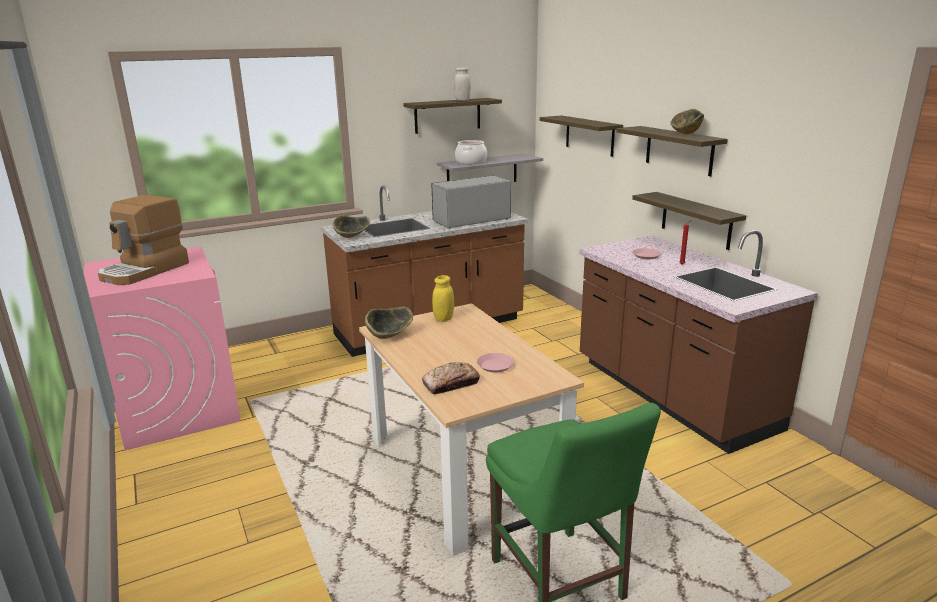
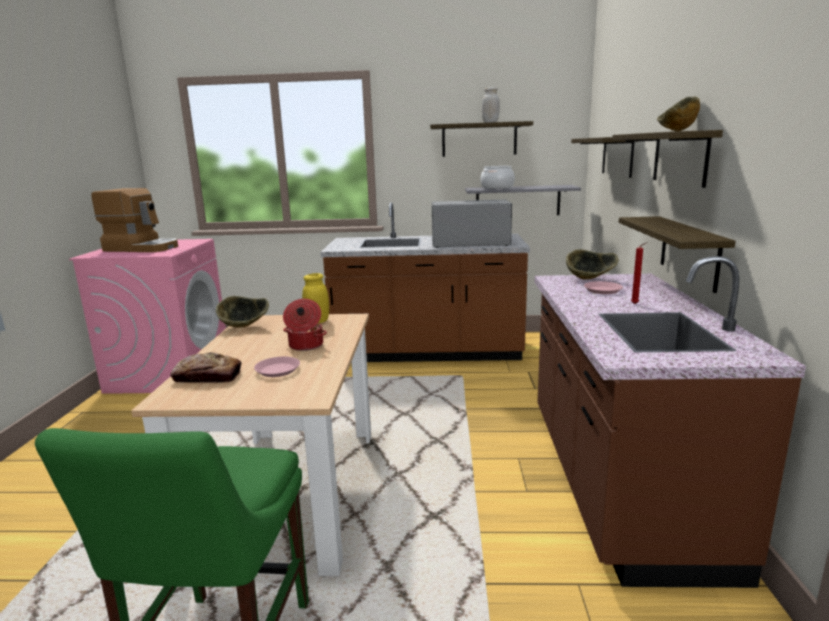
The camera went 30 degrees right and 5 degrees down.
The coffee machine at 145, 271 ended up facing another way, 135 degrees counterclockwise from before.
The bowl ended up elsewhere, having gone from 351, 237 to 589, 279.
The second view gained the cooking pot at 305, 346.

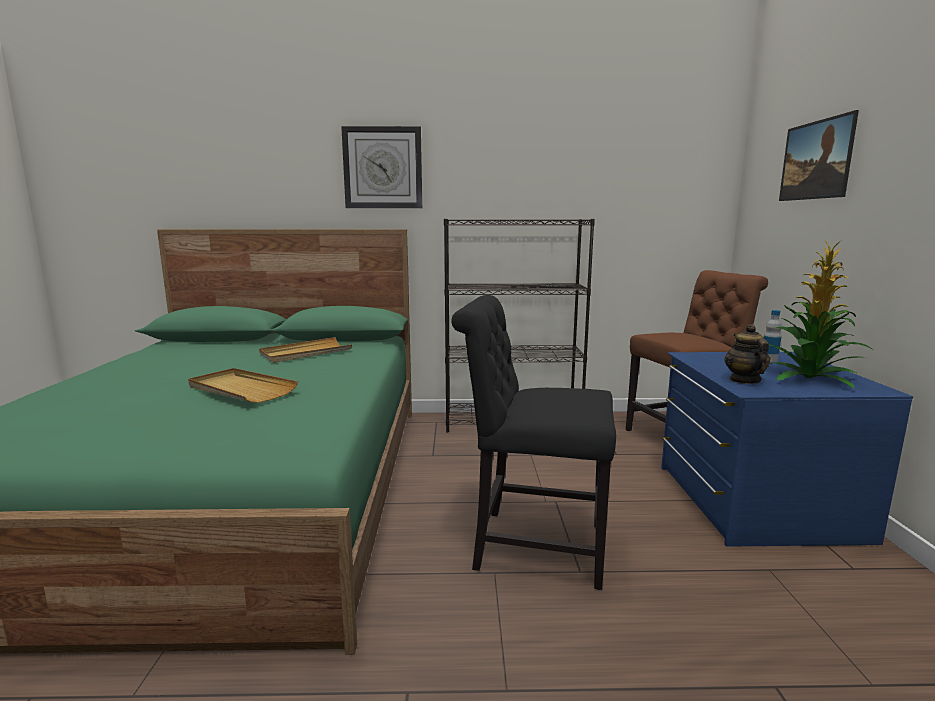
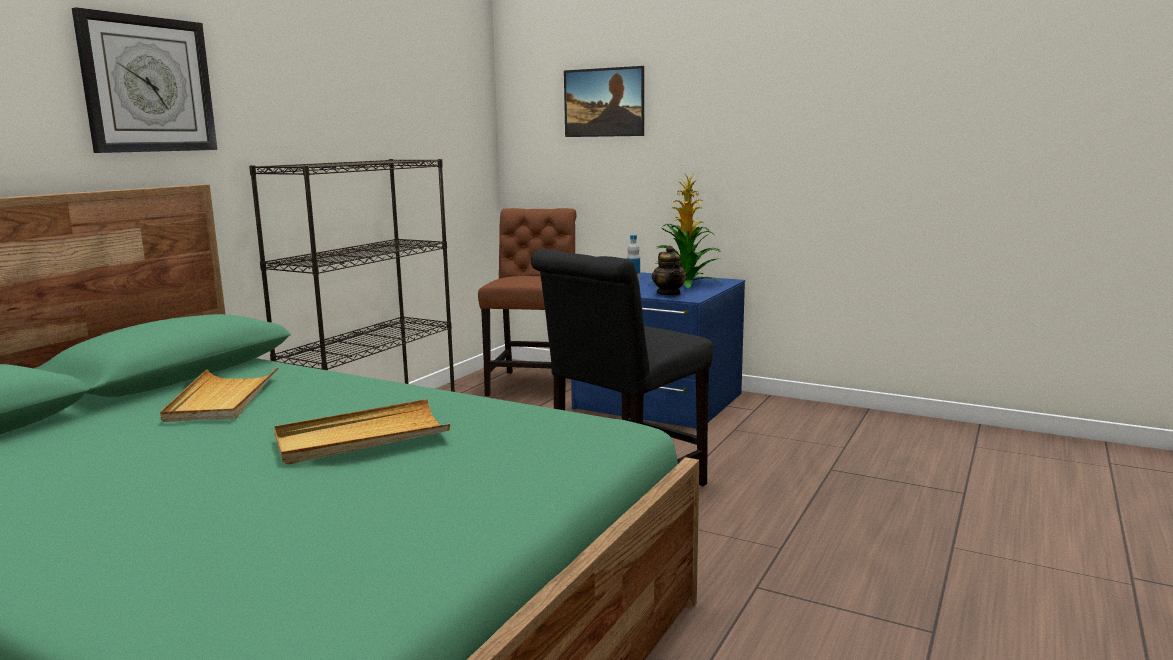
The camera went 60 degrees left and 0 degrees up.
The teapot at 744, 380 ended up facing another way, 135 degrees counterclockwise from before.

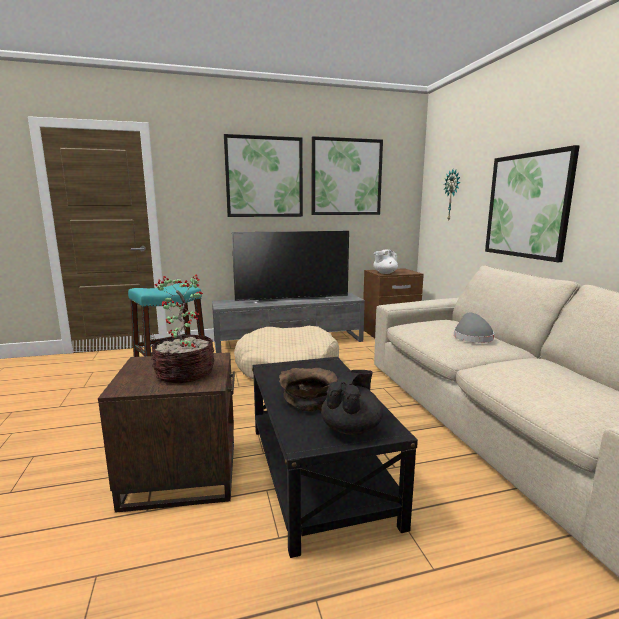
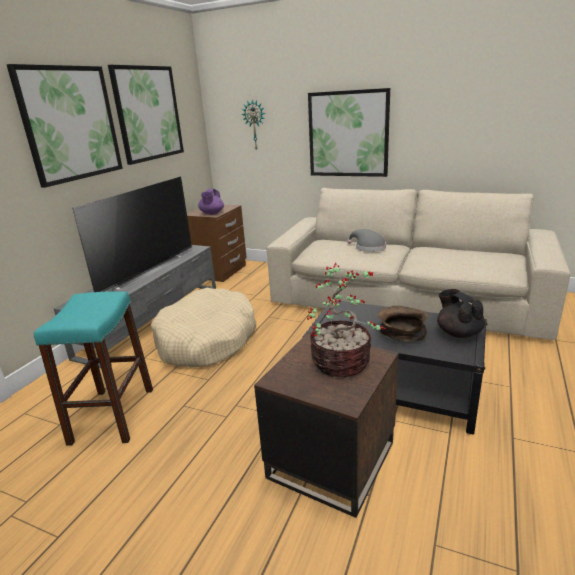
The camera went 50 degrees left and 10 degrees up.
What was the white teapot at 384, 273 turned into the purple teapot at 212, 213.

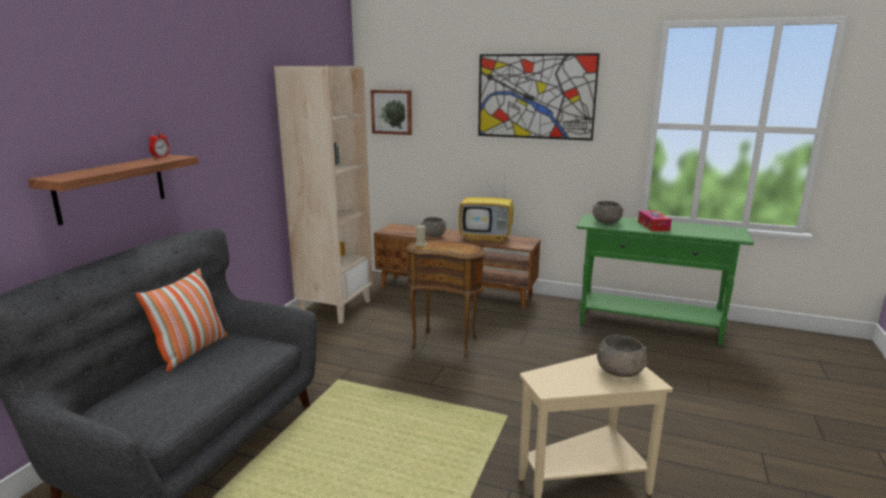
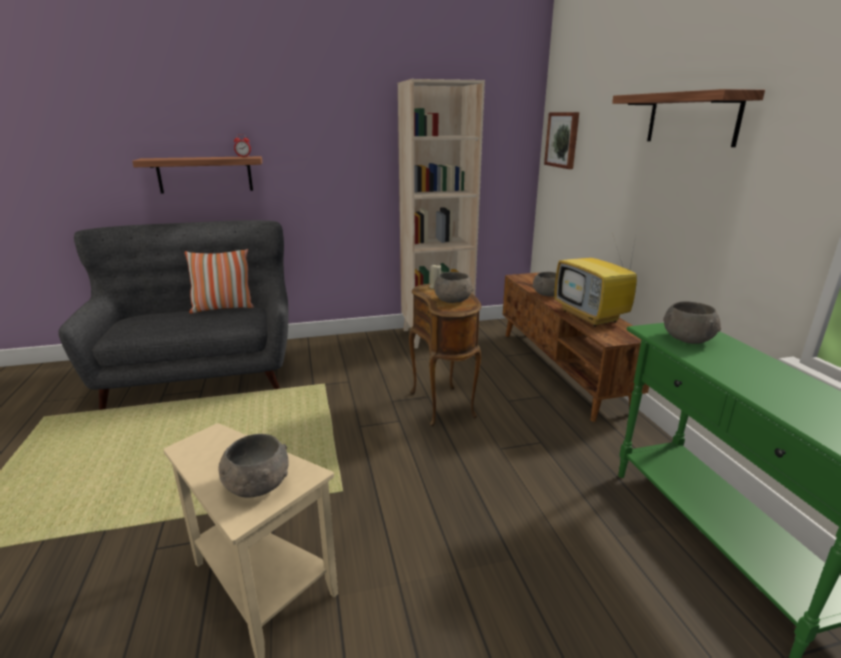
The camera went 55 degrees right and 5 degrees up.
Where the picture hung at 535, 96, the shelf came to hang at 692, 119.
The second view lost the tissue box at 653, 226.
The second view gained the grey bowl at 453, 300.

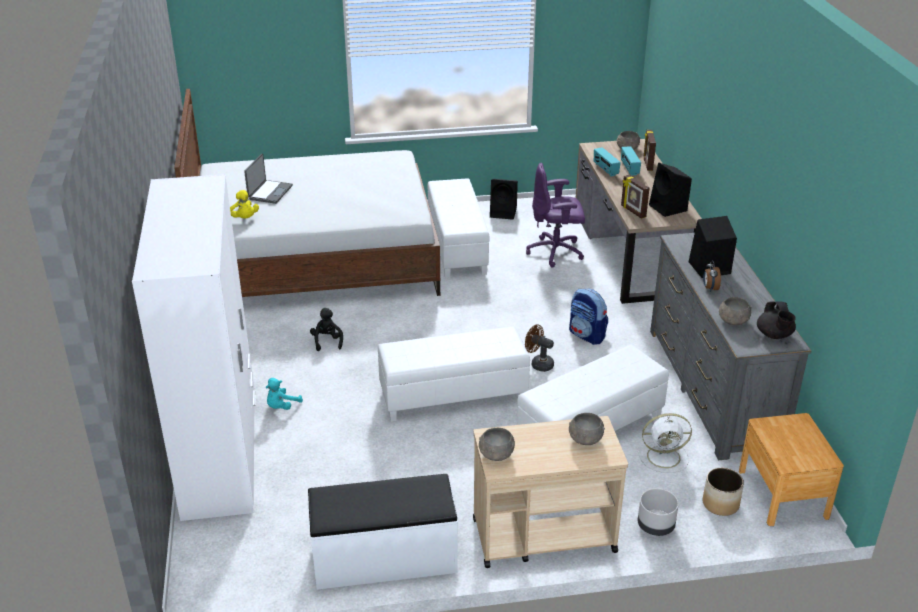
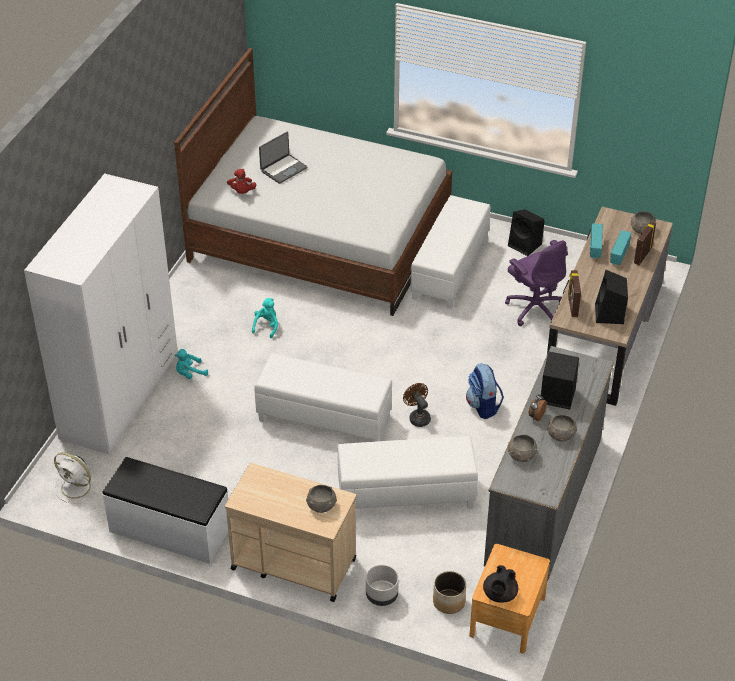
The camera went 30 degrees right and 10 degrees up.
The purple office chair at 556, 252 ended up facing another way, 150 degrees counterclockwise from before.
What was the yellow plush toy at 243, 219 turned into the red plush toy at 242, 192.
The black teapot ended up elsewhere, having gone from 774, 335 to 499, 595.
What was the black plush toy at 327, 341 turned into the turquoise plush toy at 267, 326.
The white fan ended up elsewhere, having gone from 665, 457 to 77, 488.
The grey bowl ended up elsewhere, having gone from 496, 454 to 560, 435.

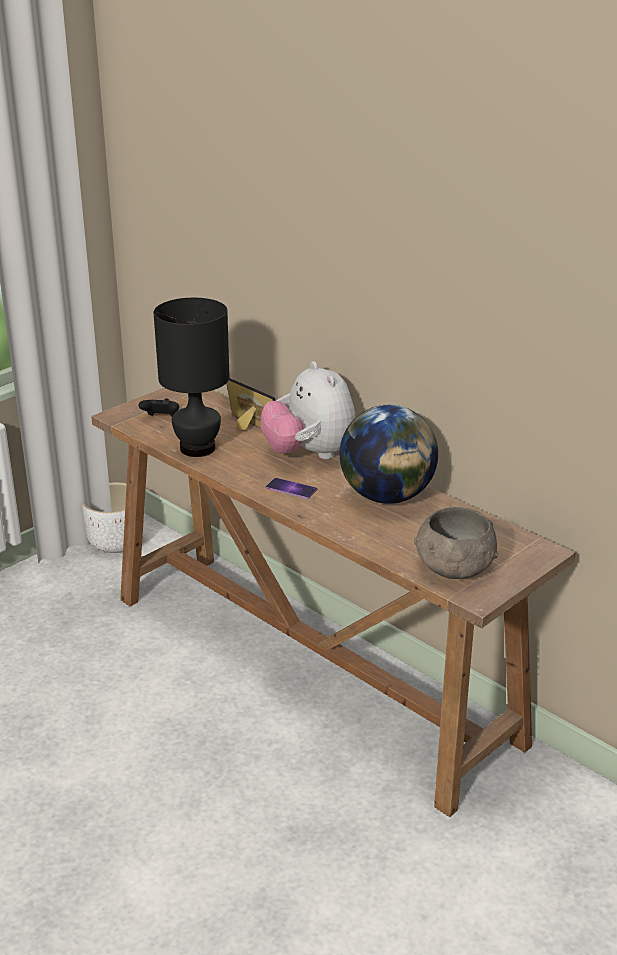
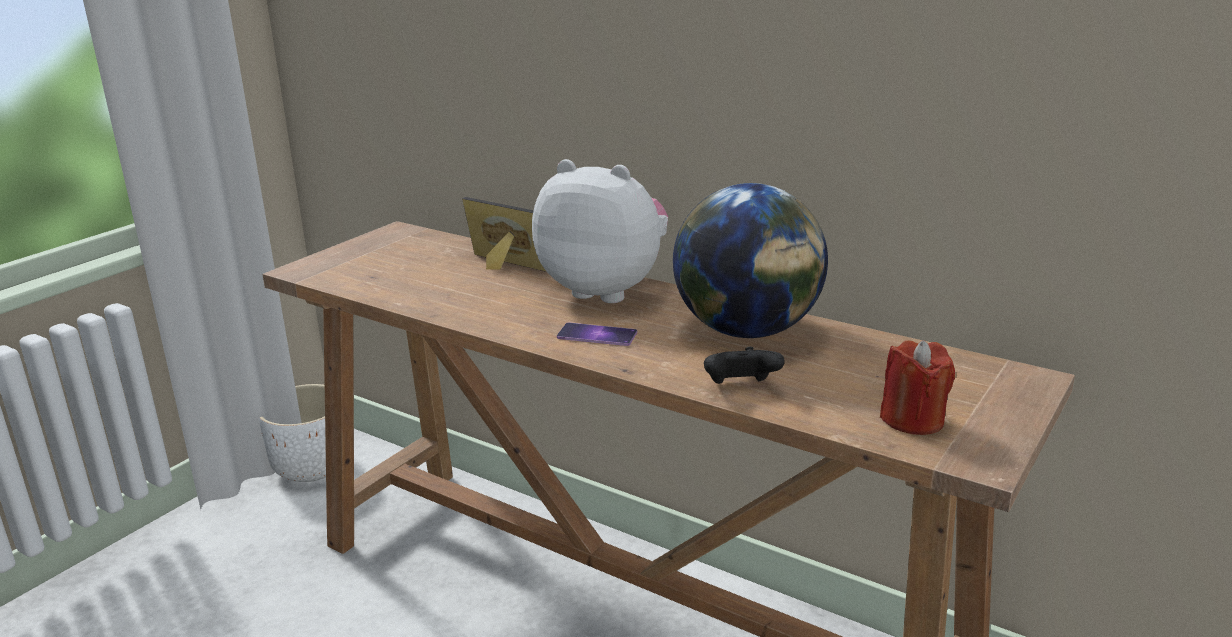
The camera went 10 degrees left and 5 degrees down.
The second view lost the black table lamp at 197, 449.
The plush toy at 309, 454 ended up facing another way, 150 degrees clockwise from before.
The black game controller ended up elsewhere, having gone from 161, 418 to 740, 387.
Where the grey bowl stood at 454, 569, the red candle came to stand at 912, 420.

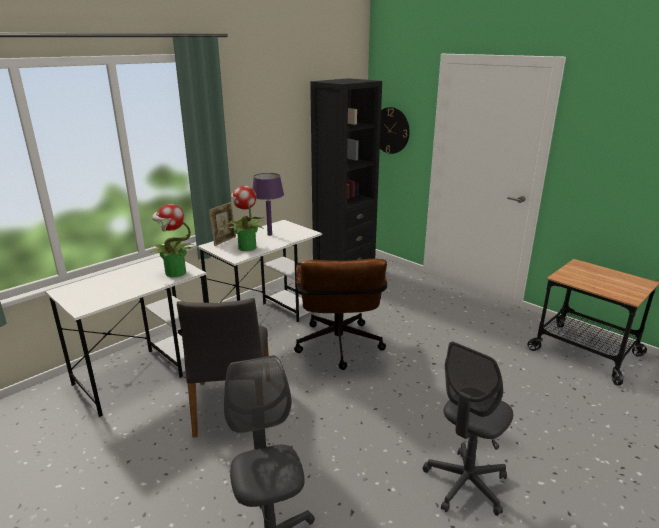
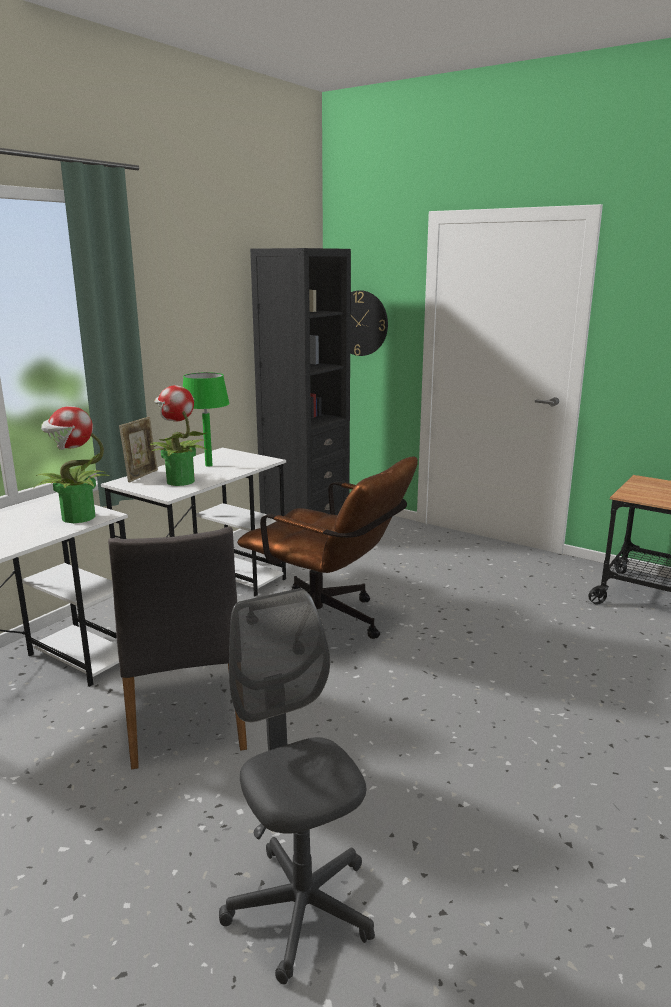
The camera went 10 degrees left and 5 degrees down.
What was the purple table lamp at 269, 234 turned into the green table lamp at 208, 465.
The brown office chair at 339, 349 ended up facing another way, 45 degrees counterclockwise from before.
The second view lost the grey office chair at 465, 484.

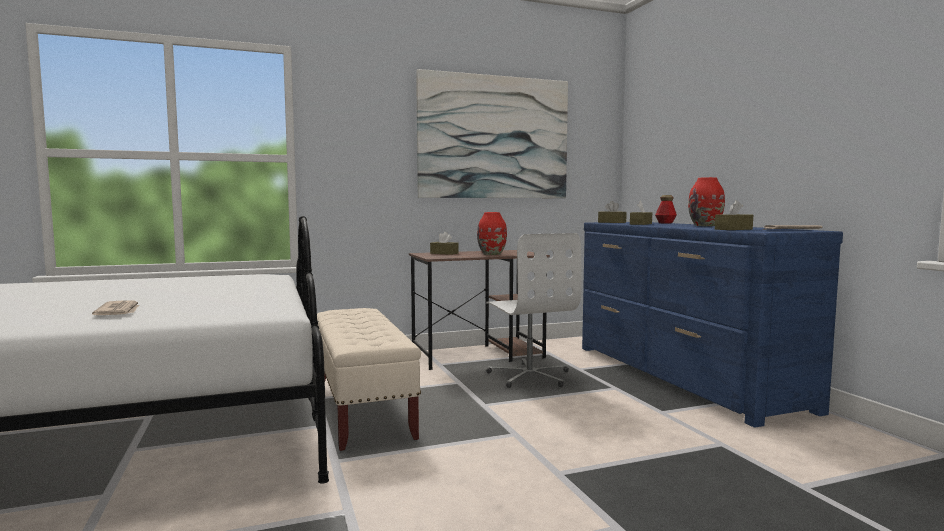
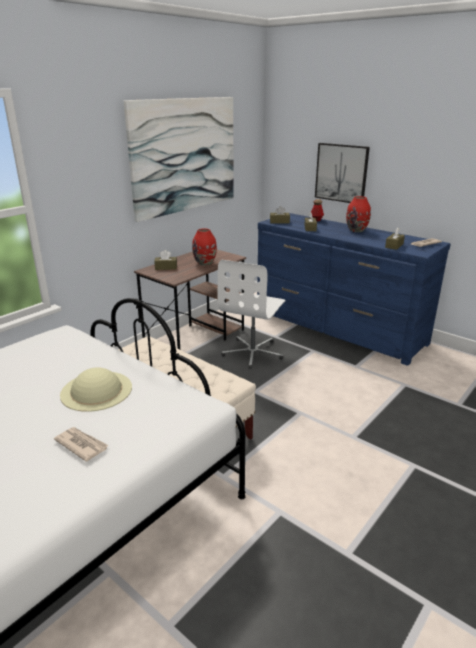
The camera went 30 degrees left and 20 degrees up.
The white office chair at 530, 376 ended up facing another way, 75 degrees clockwise from before.
The second view gained the picture at 341, 173.
The second view gained the beige hat at 96, 390.

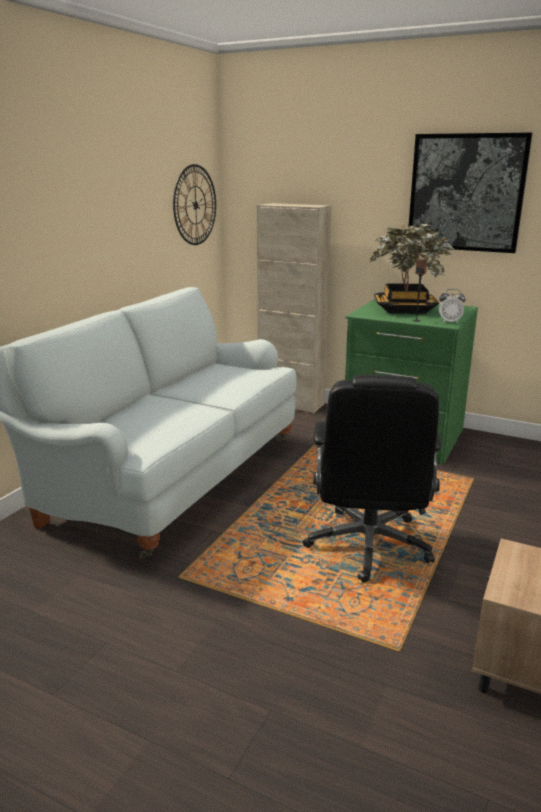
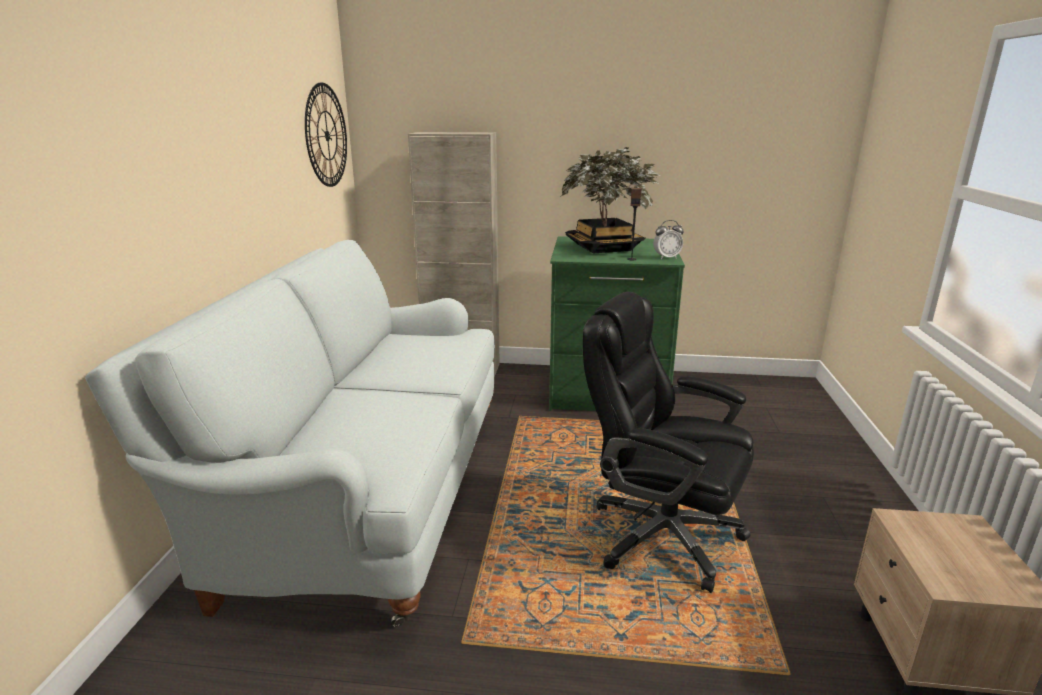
The camera went 20 degrees left and 0 degrees up.
The second view lost the picture at 466, 193.
The black office chair at 368, 545 ended up facing another way, 135 degrees clockwise from before.

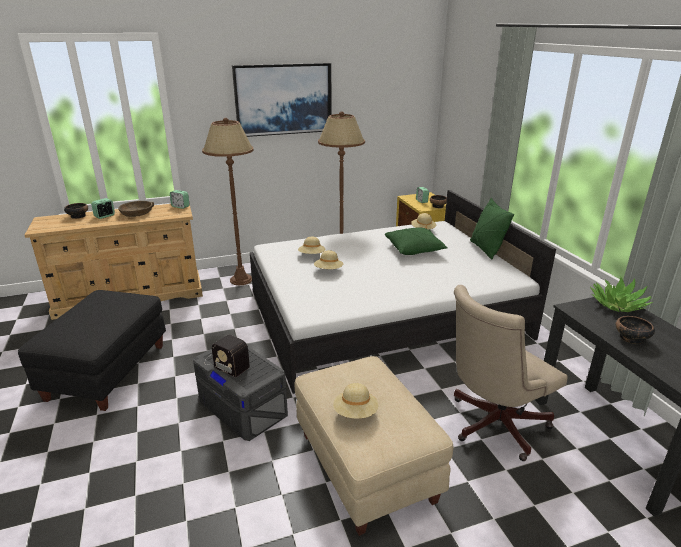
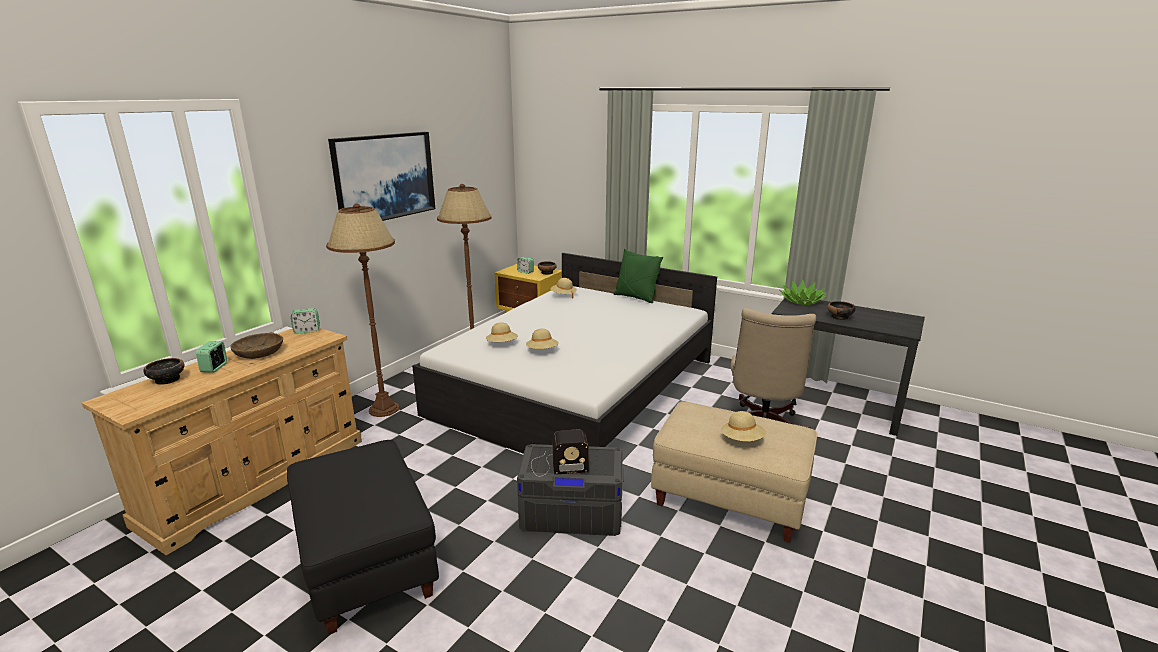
The camera went 40 degrees left and 5 degrees down.
The second view lost the green pillow at 414, 249.

